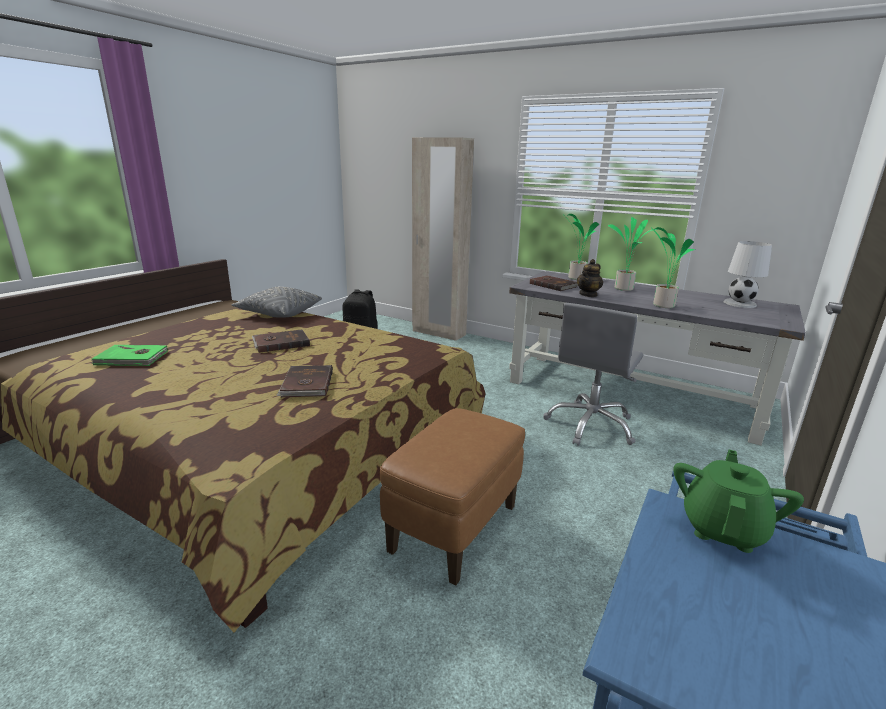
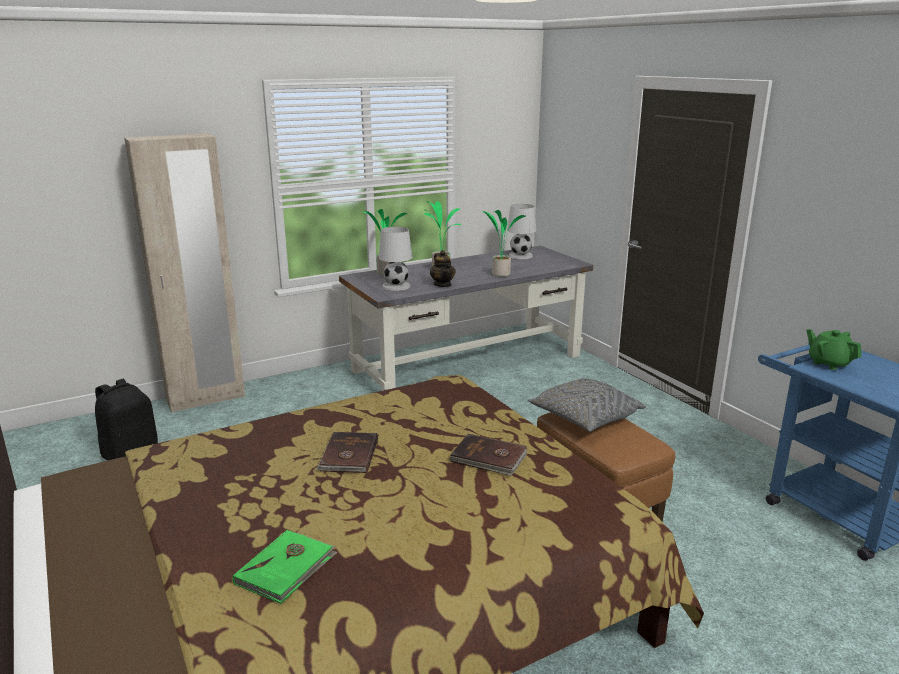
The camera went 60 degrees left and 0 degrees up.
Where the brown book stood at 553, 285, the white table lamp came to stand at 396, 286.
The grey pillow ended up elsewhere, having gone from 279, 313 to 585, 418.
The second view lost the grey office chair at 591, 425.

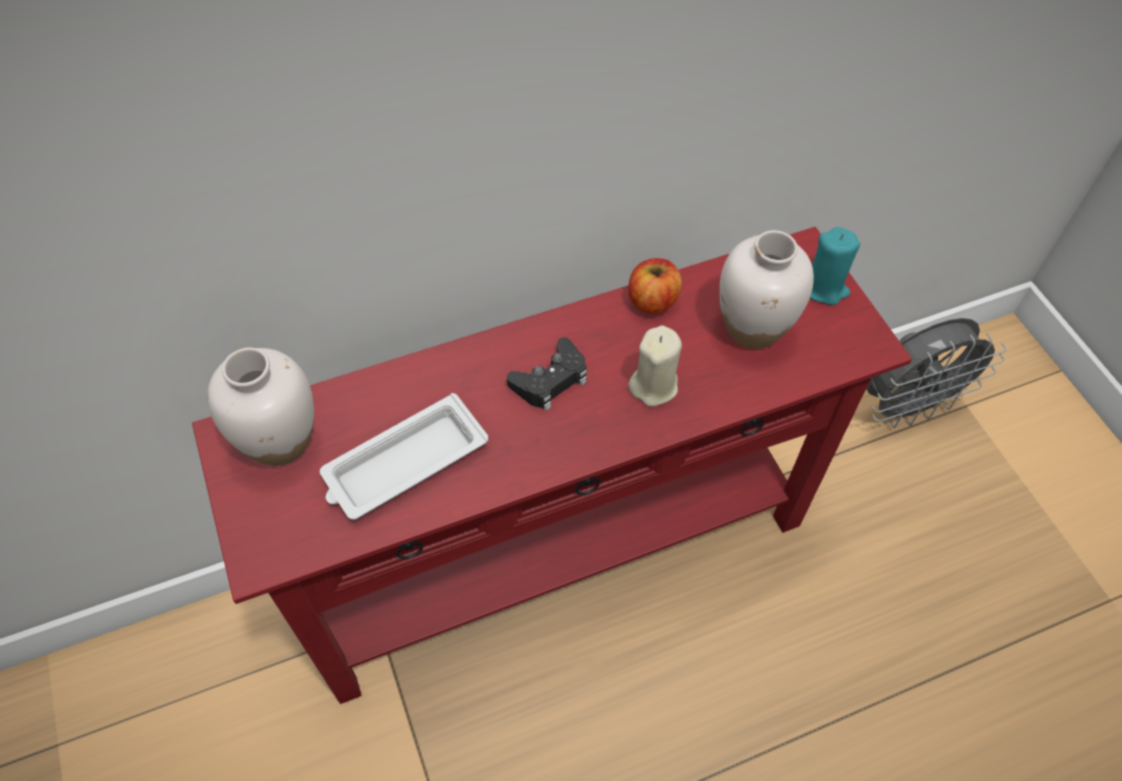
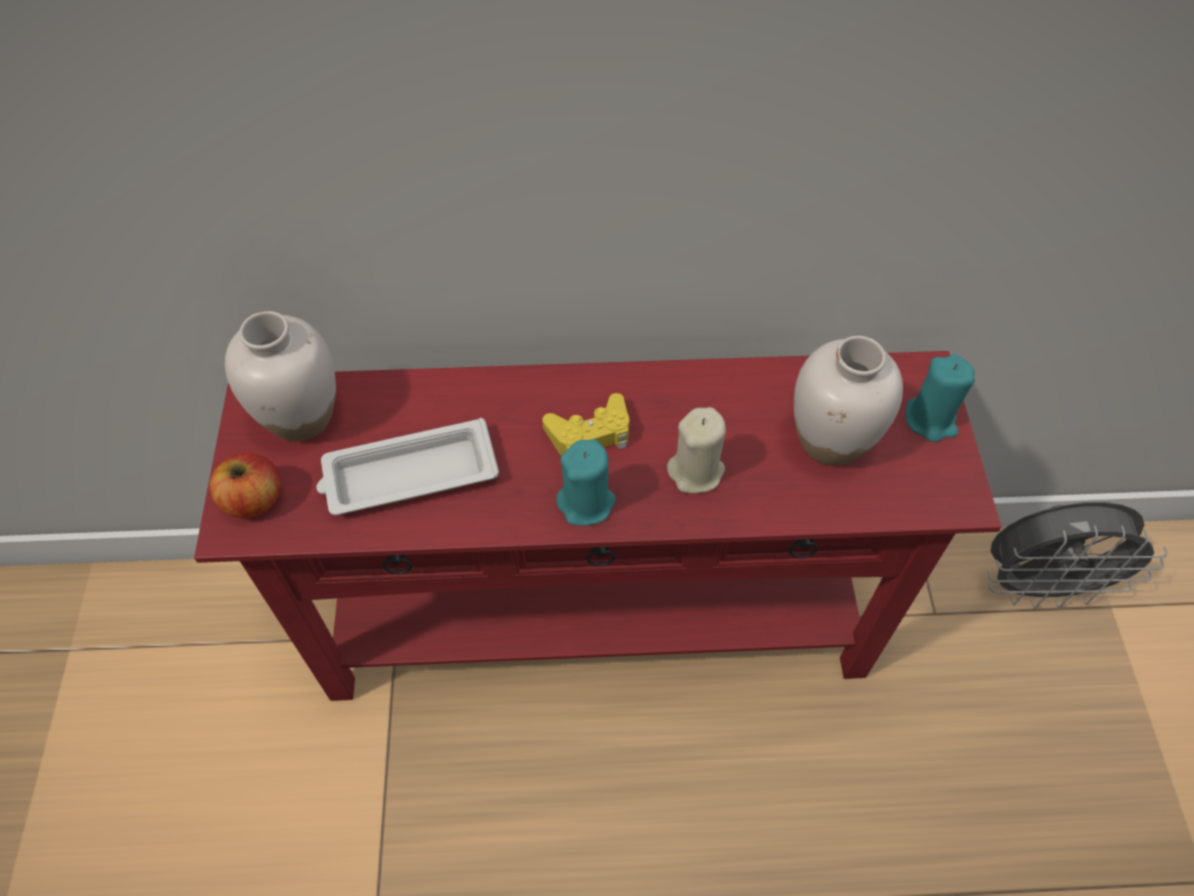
The camera went 20 degrees right and 0 degrees up.
The apple ended up elsewhere, having gone from 652, 301 to 253, 499.
What was the black game controller at 550, 380 turned into the yellow game controller at 590, 434.
The second view gained the turquoise candle at 586, 502.

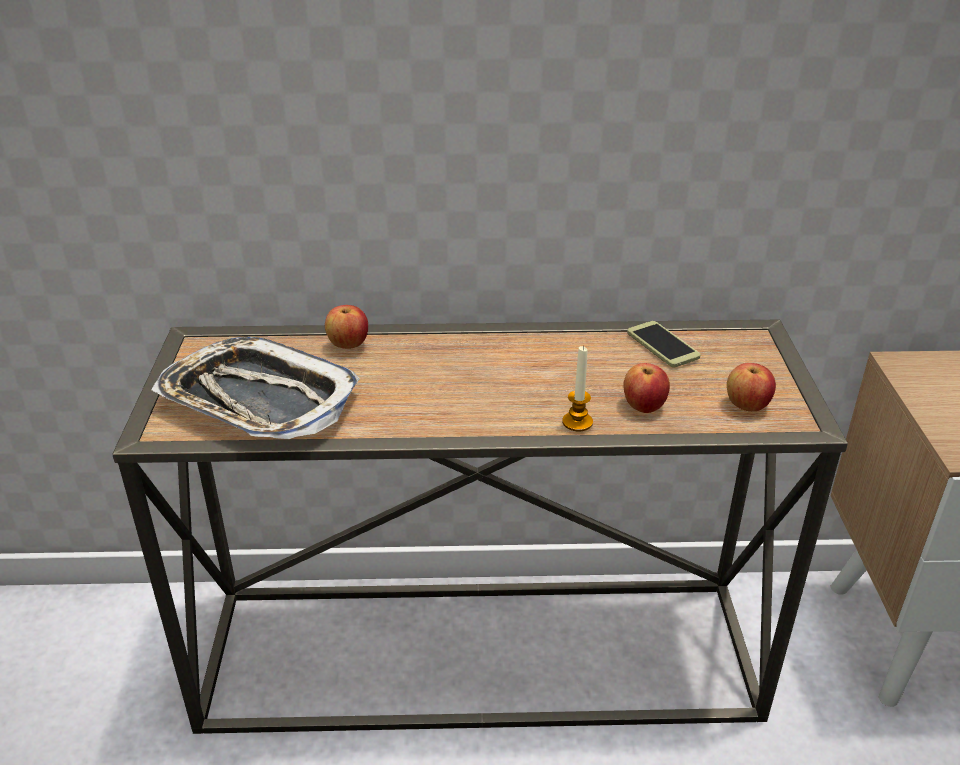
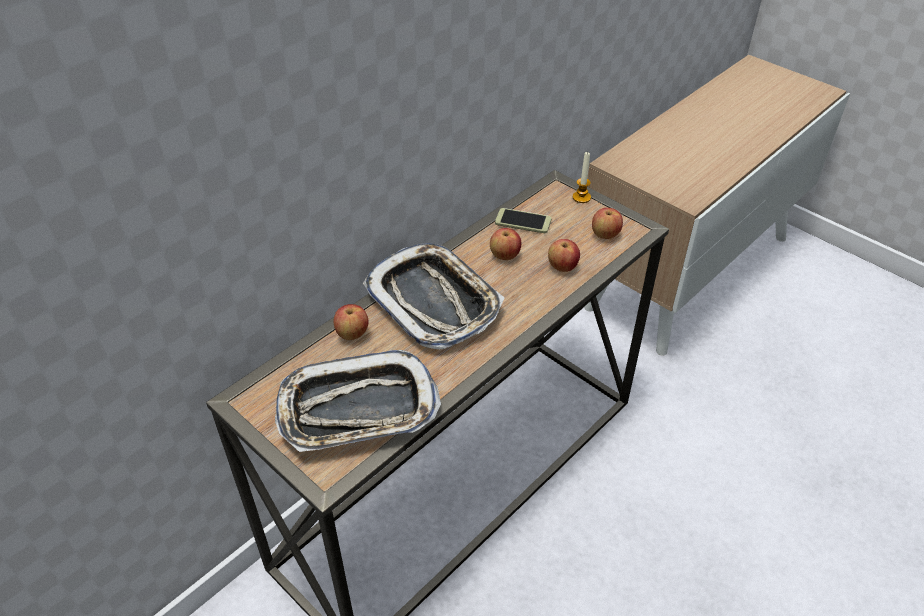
The camera went 45 degrees left and 10 degrees up.
The candle ended up elsewhere, having gone from 577, 422 to 581, 197.
The second view gained the apple at 505, 255.
The second view gained the tray at 434, 301.

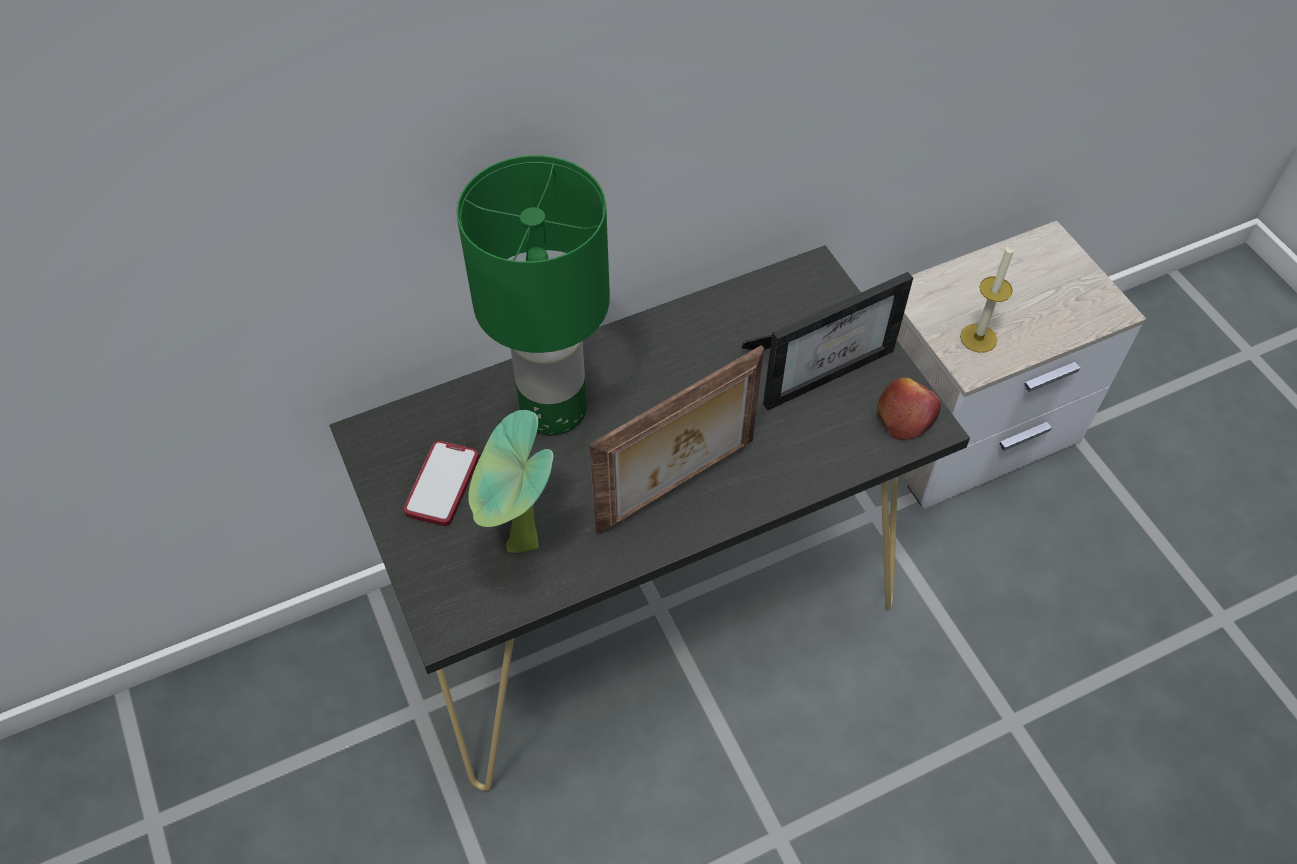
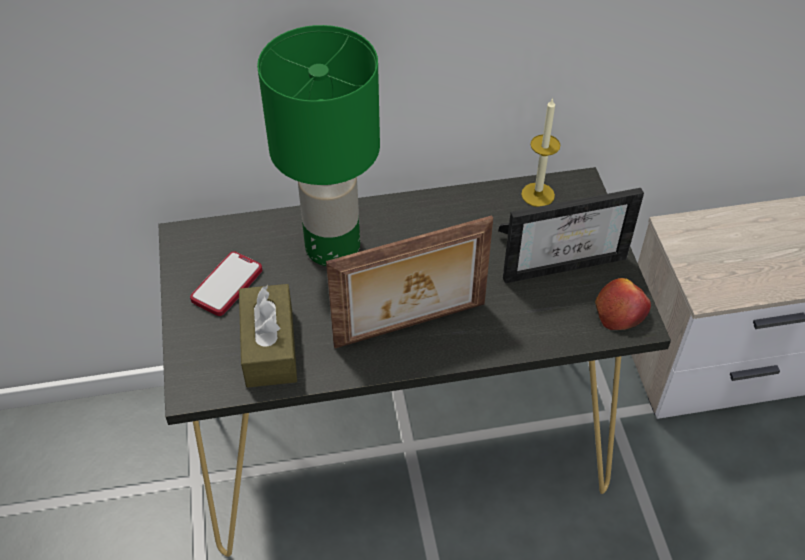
The camera went 15 degrees right and 5 degrees down.
The candle ended up elsewhere, having gone from 978, 338 to 538, 194.
Where the potted plant stood at 520, 550, the brown tissue box came to stand at 269, 347.

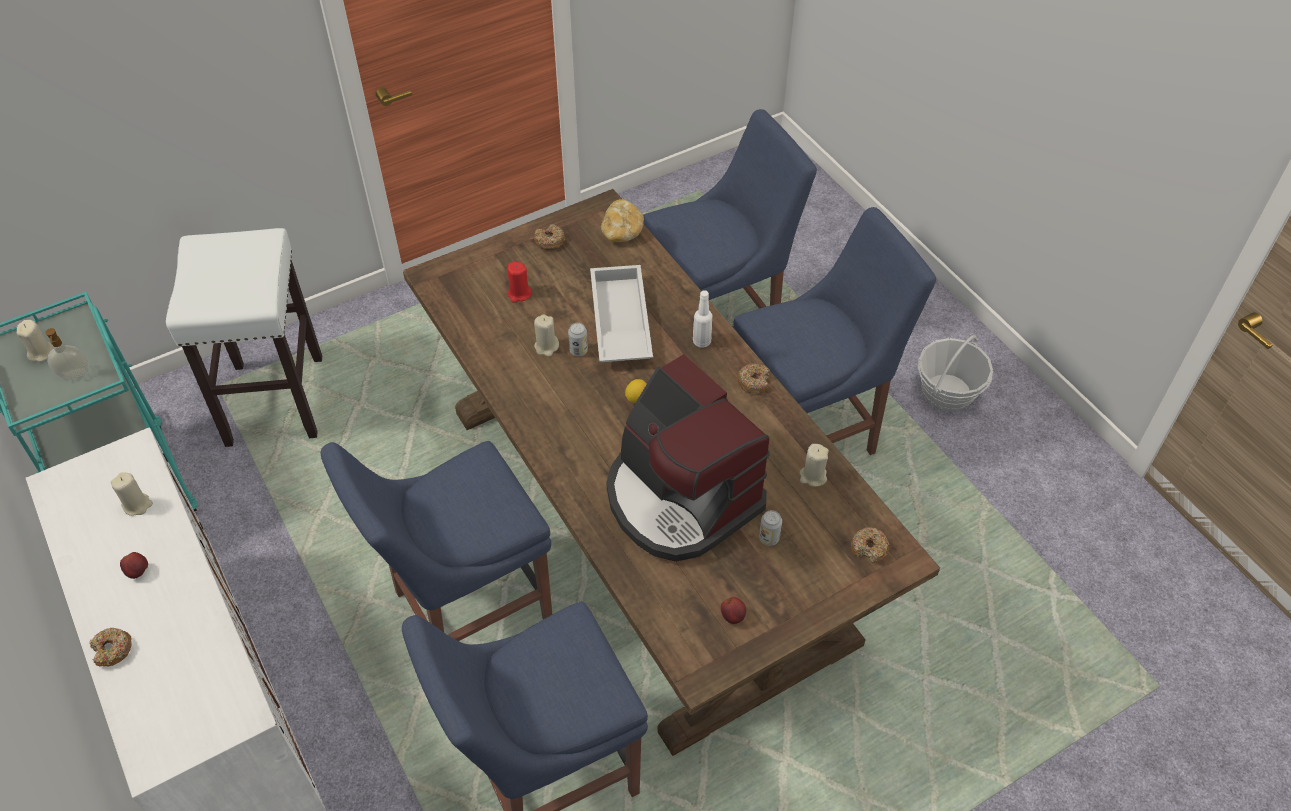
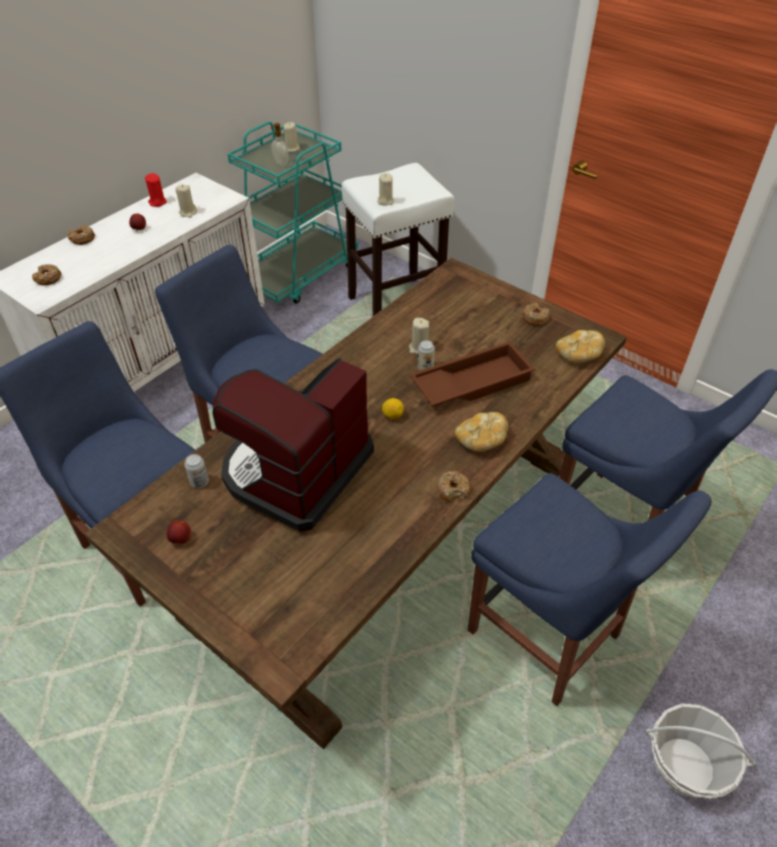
The camera went 70 degrees right and 5 degrees down.
The red candle ended up elsewhere, having gone from 519, 294 to 157, 202.
What was the white tray at 618, 322 turned into the brown tray at 471, 382.
Where the white bottle stood at 702, 342, the bread came to stand at 481, 441.
The beige candle ended up elsewhere, having gone from 812, 476 to 385, 201.
The can ended up elsewhere, having gone from 769, 538 to 199, 482.
The donut ended up elsewhere, having gone from 869, 548 to 48, 279.

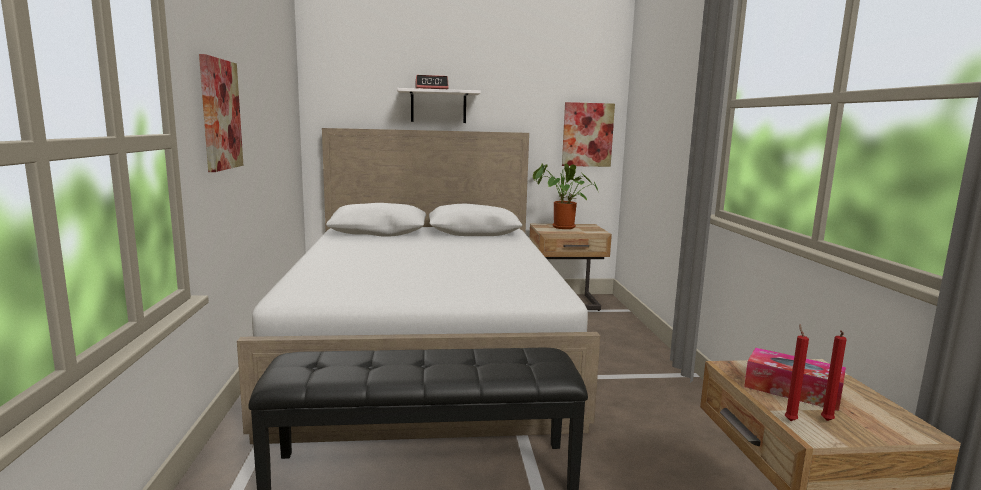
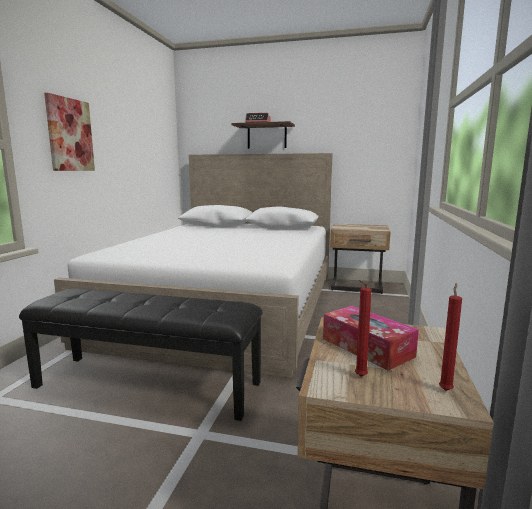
The camera went 20 degrees right and 0 degrees up.
What was the white shelf at 438, 106 turned into the brown shelf at 267, 136.
The second view lost the picture at 587, 134.
The second view lost the potted plant at 561, 227.
The red candle ended up elsewhere, having gone from 789, 420 to 445, 389.

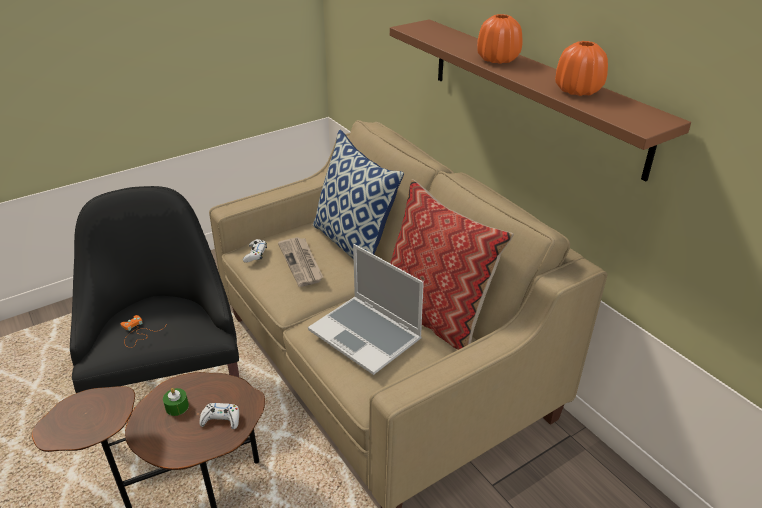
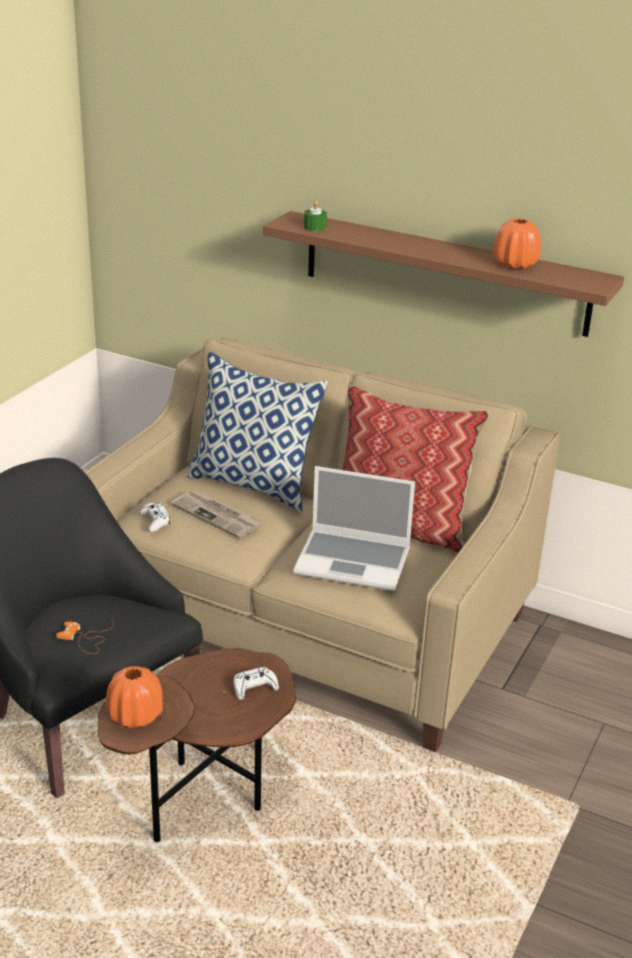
The camera went 30 degrees left and 5 degrees down.
The orange vase ended up elsewhere, having gone from 497, 59 to 135, 715.
The green candle ended up elsewhere, having gone from 177, 407 to 315, 227.

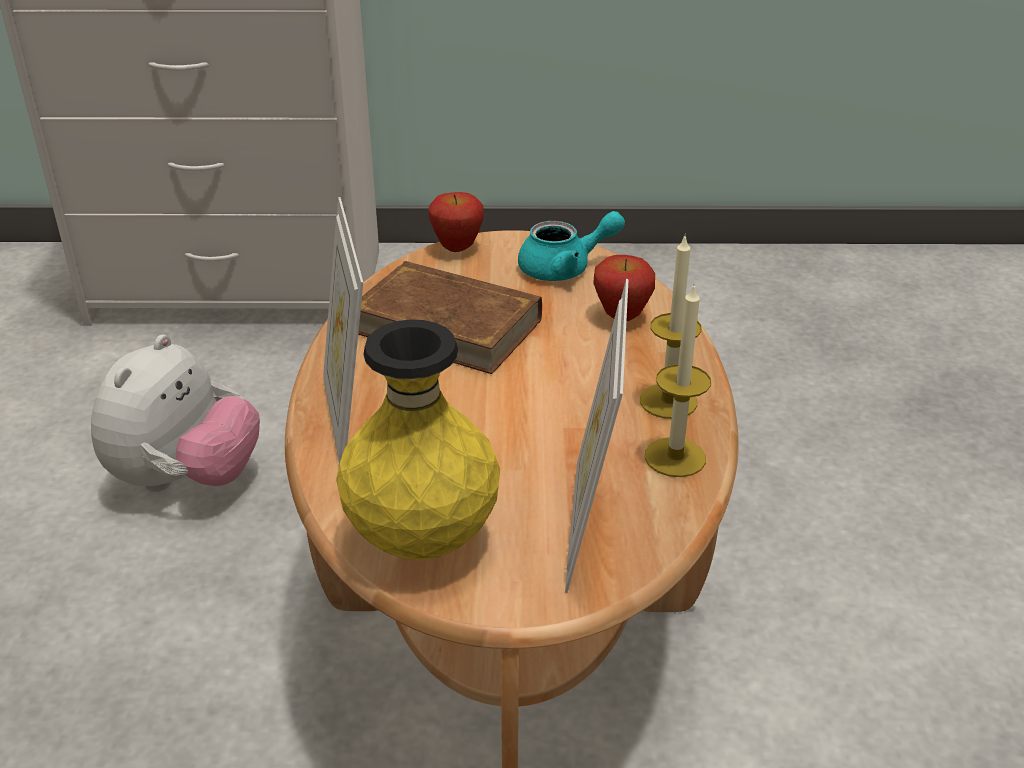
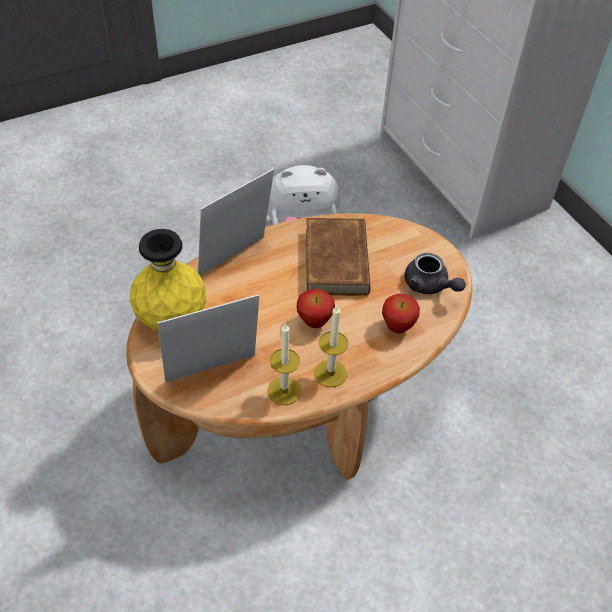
The camera went 60 degrees right and 15 degrees up.
The apple ended up elsewhere, having gone from 457, 248 to 314, 323.
What was the turquoise teapot at 565, 268 turned into the grey teapot at 429, 286.

